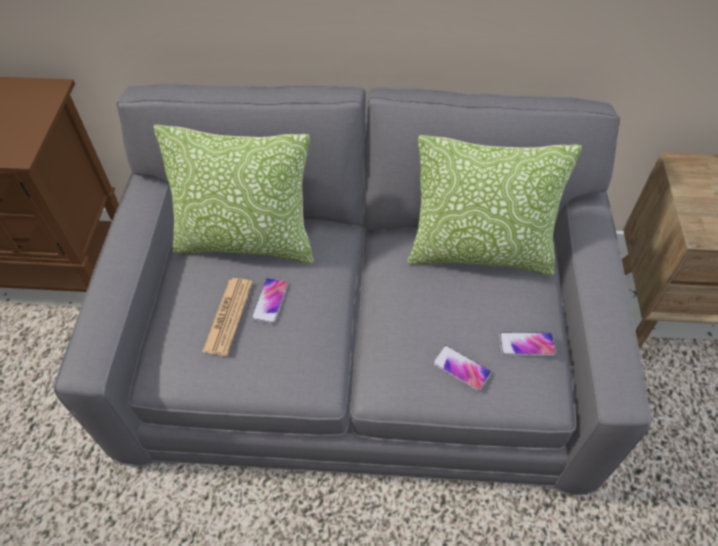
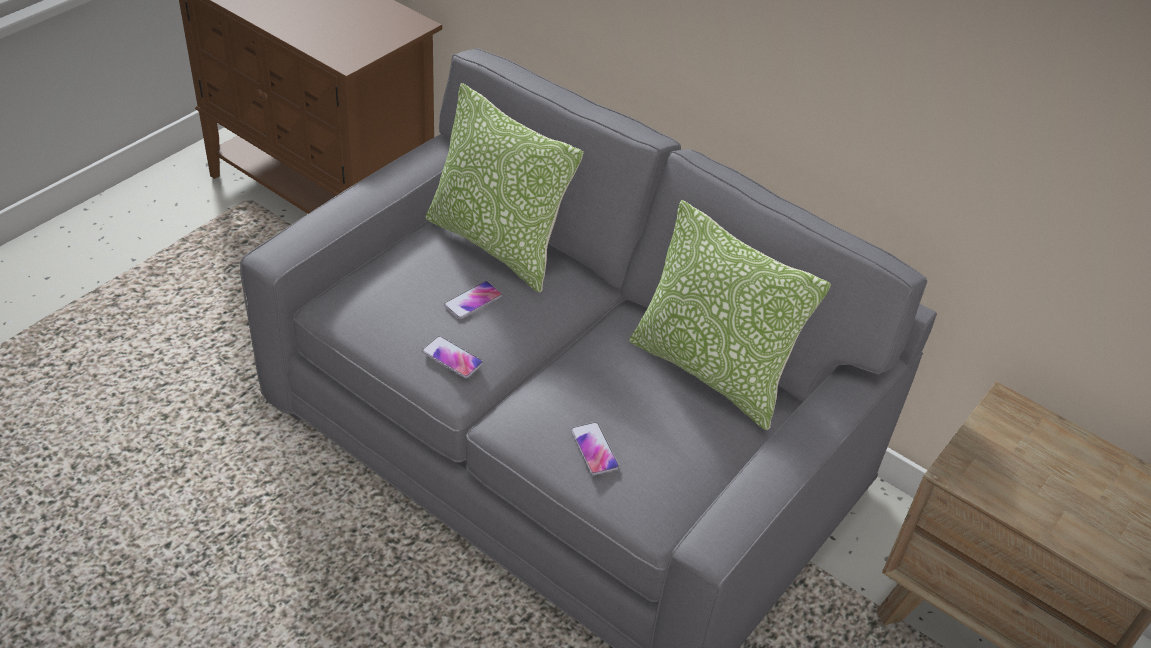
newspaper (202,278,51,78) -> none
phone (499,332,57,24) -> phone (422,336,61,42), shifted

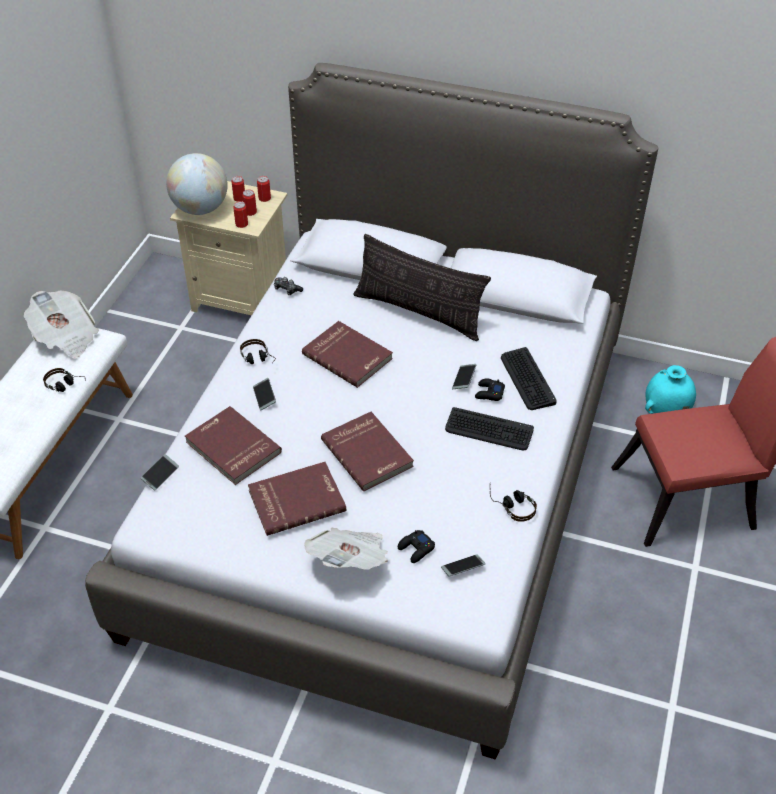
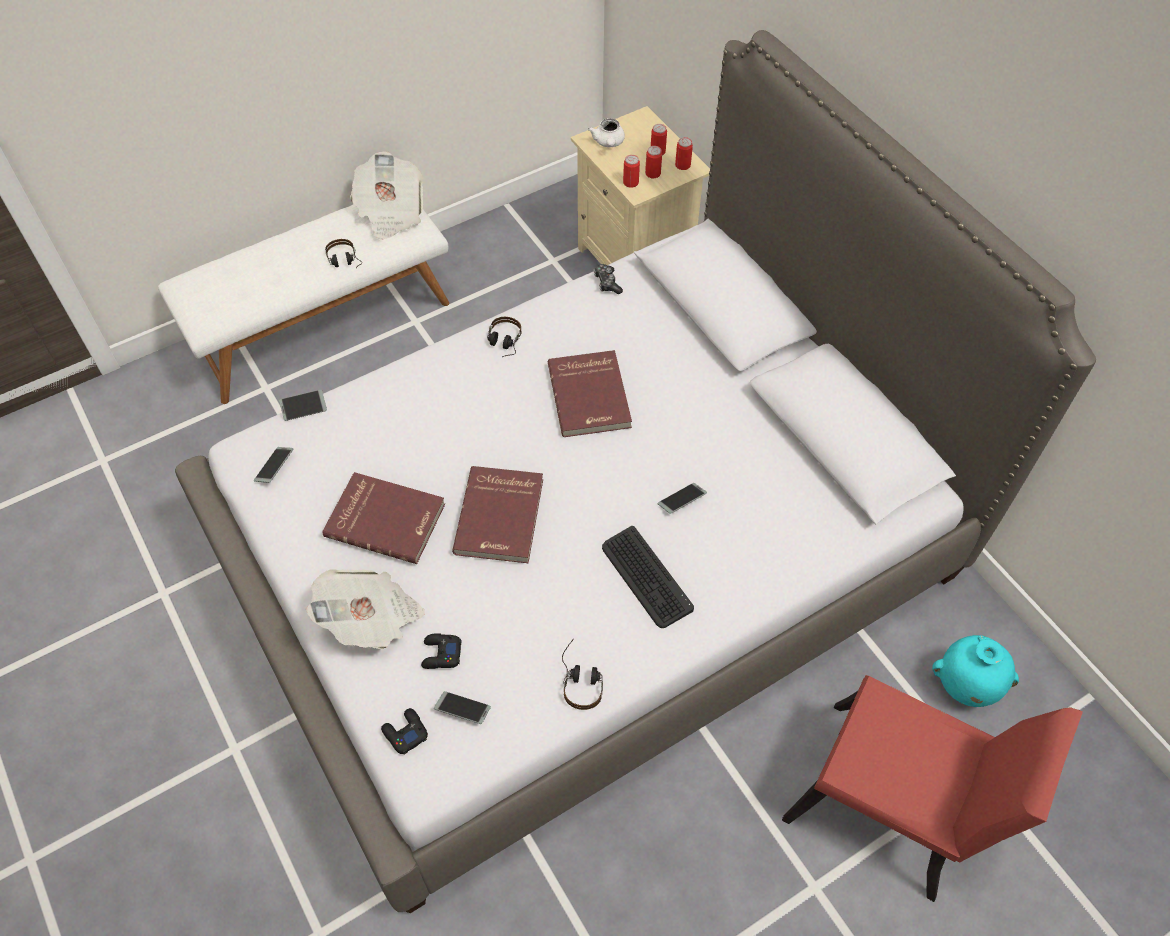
red_book (185,406,97,79) -> none
pillow (354,234,137,107) -> none
keyboard (501,347,56,63) -> none
phone (253,378,23,32) -> phone (254,447,39,36), shifted
black_game_controller (475,378,30,23) -> black_game_controller (381,708,47,47), shifted
globe (166,153,62,62) -> white_teapot (588,118,37,29)

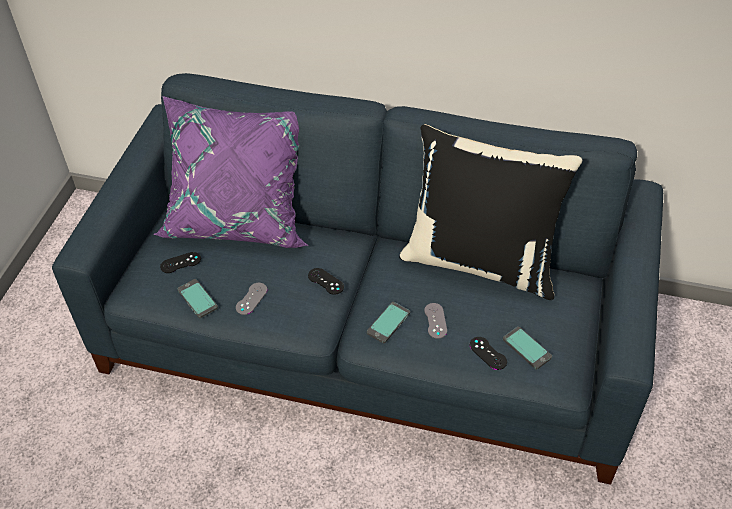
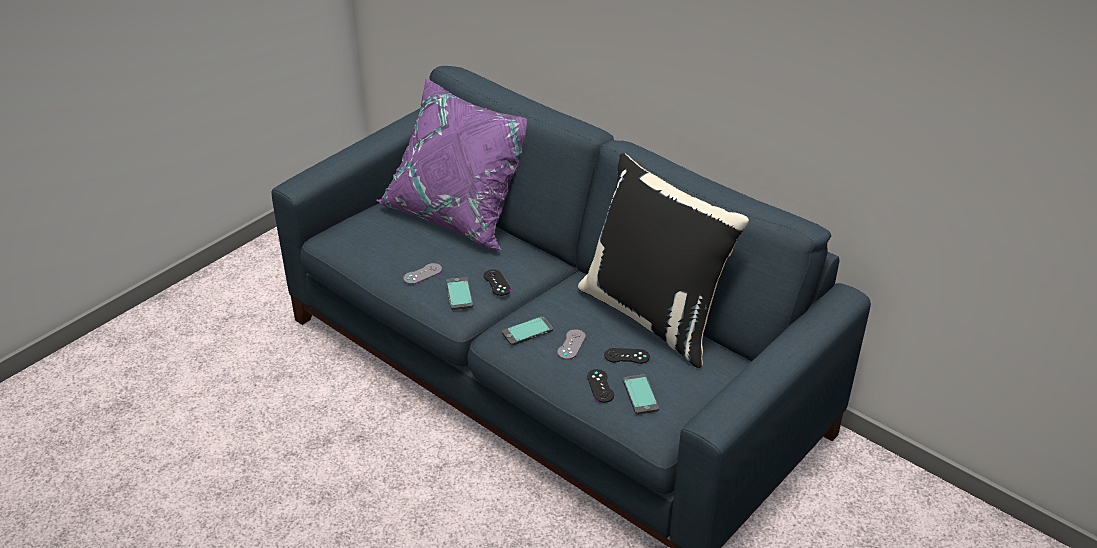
black_game_controller (160,252,41,21) -> black_game_controller (604,348,46,16), shifted
phone (178,279,40,39) -> phone (446,277,27,33), shifted

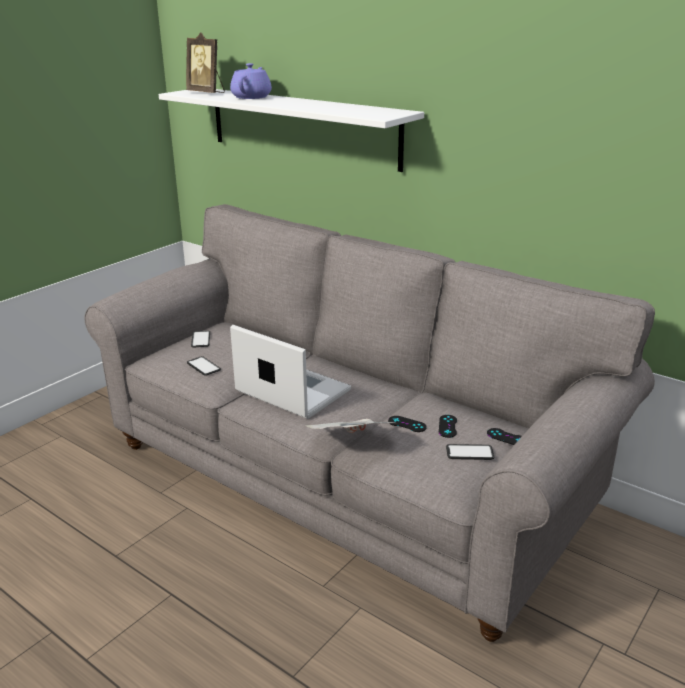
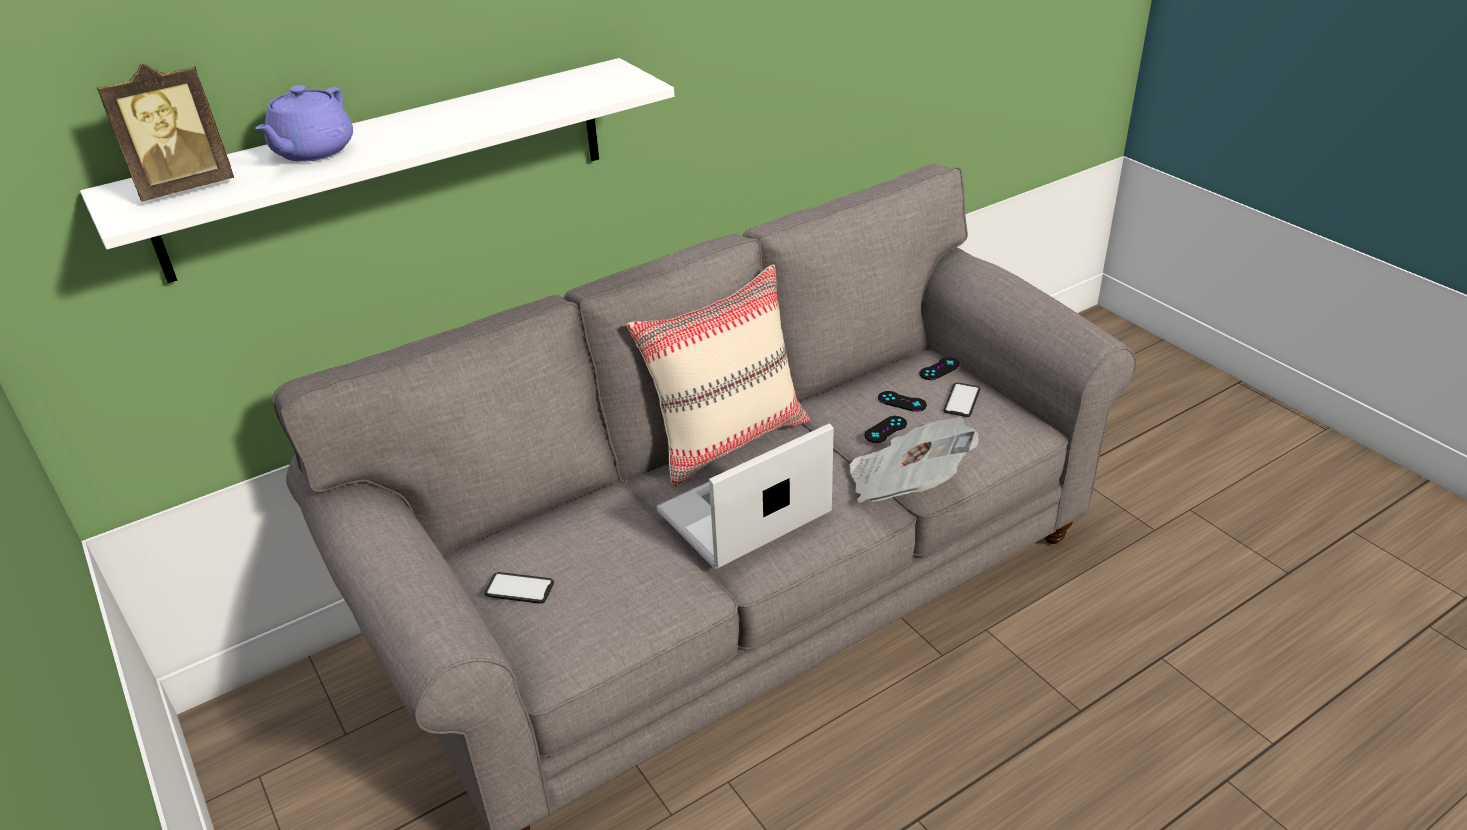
phone (187,356,34,20) -> none
none -> beige_pillow (627,264,183,223)
purple_teapot (230,63,42,36) -> purple_teapot (255,85,98,77), 105 degrees counterclockwise

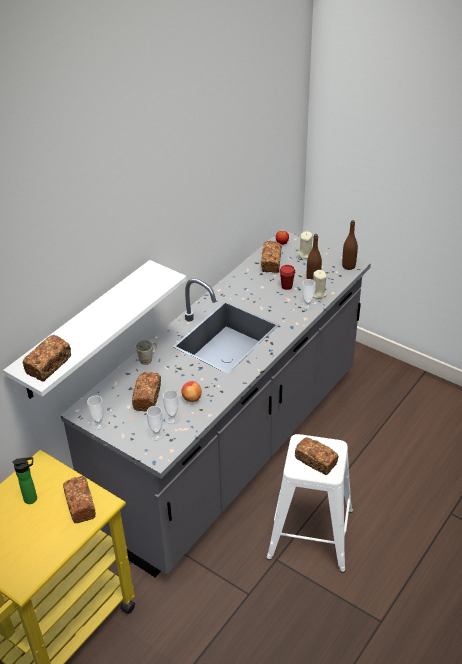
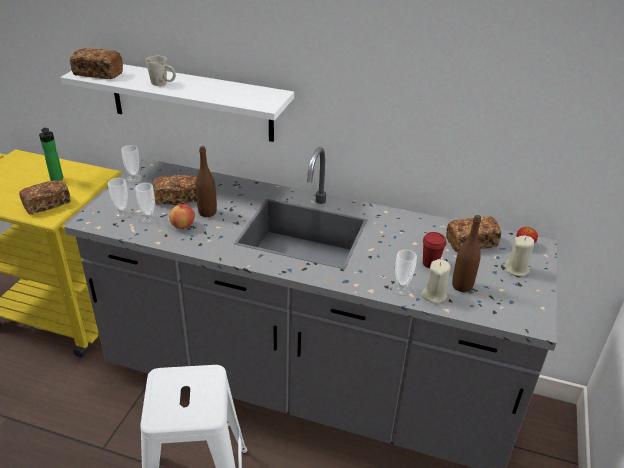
bread (295,437,43,38) -> none
white_mug (136,340,21,25) -> white_mug (145,56,31,30), shifted
brown_bottle (342,220,16,50) -> brown_bottle (196,146,21,71), shifted

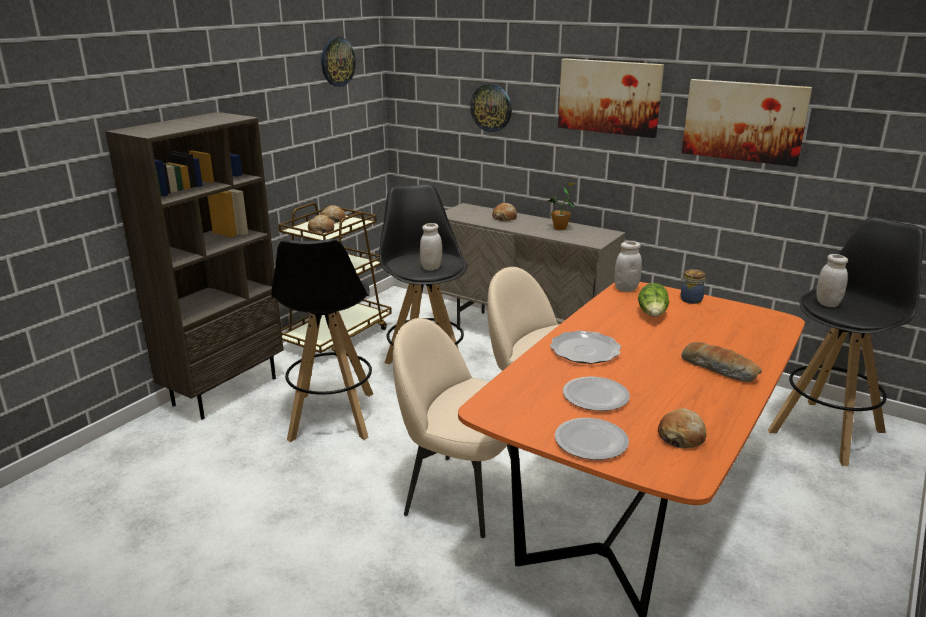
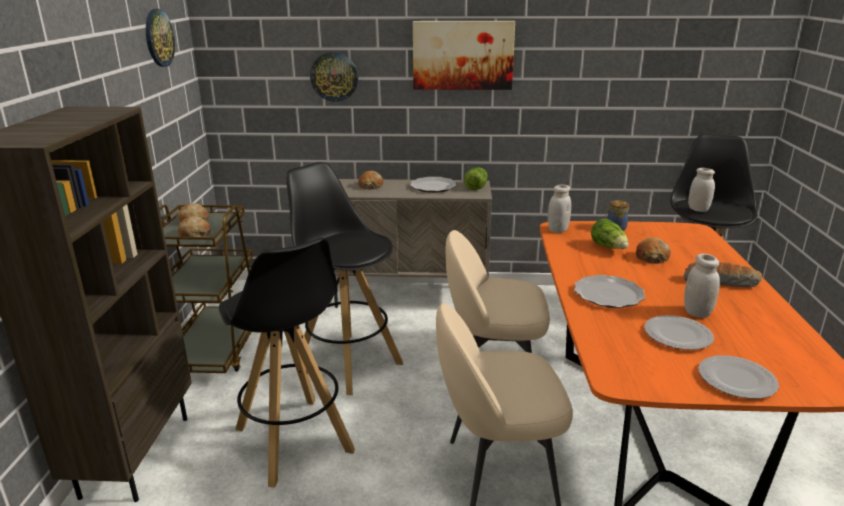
picture (682,79,130,88) -> none
none -> lettuce (464,167,24,23)
white_jar (420,223,22,48) -> white_jar (684,254,36,64), shifted
bread (658,408,48,40) -> bread (636,237,35,27), shifted
potted_plant (548,183,29,47) -> plate (410,177,47,16)

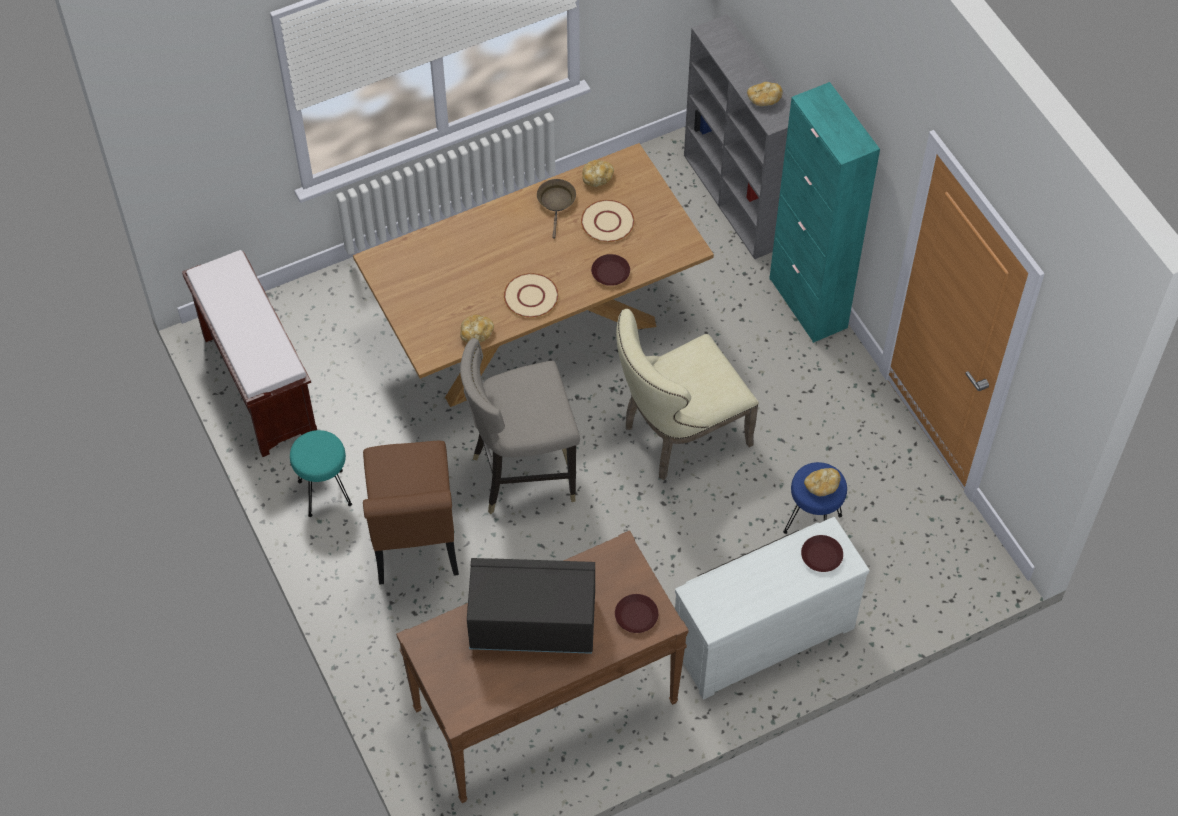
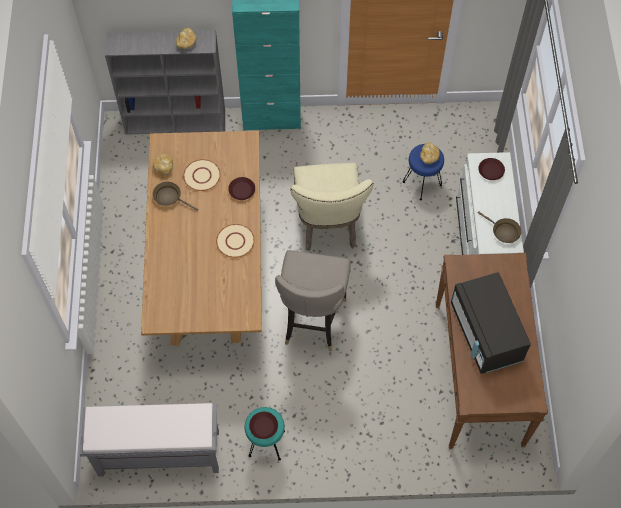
brown_chair (363,441,96,144) -> none
bread (460,315,34,28) -> none
none -> brown_frying_pan (478,211,43,32)
brown_plate (615,594,44,39) -> brown_plate (249,412,29,27), shifted
brown_bench (182,250,135,207) -> grey_bench (80,403,139,74)
black_microwave (467,558,128,96) -> black_microwave (451,272,80,102), 45 degrees counterclockwise

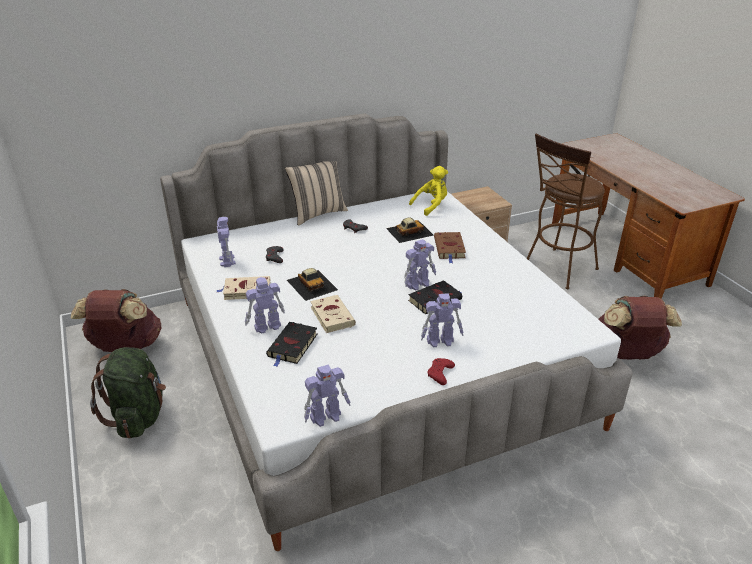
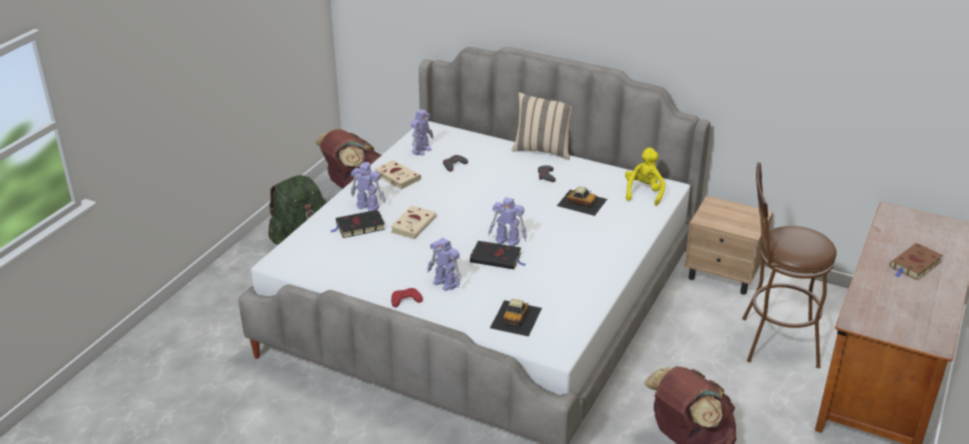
toy_robot (304,364,46,63) -> none
toy_car (287,268,51,33) -> toy_car (490,299,52,38), shifted
brown_book (434,232,32,31) -> brown_book (890,243,53,37), shifted
yellow_plush_toy (409,166,39,50) -> yellow_plush_toy (625,148,40,58), 90 degrees counterclockwise

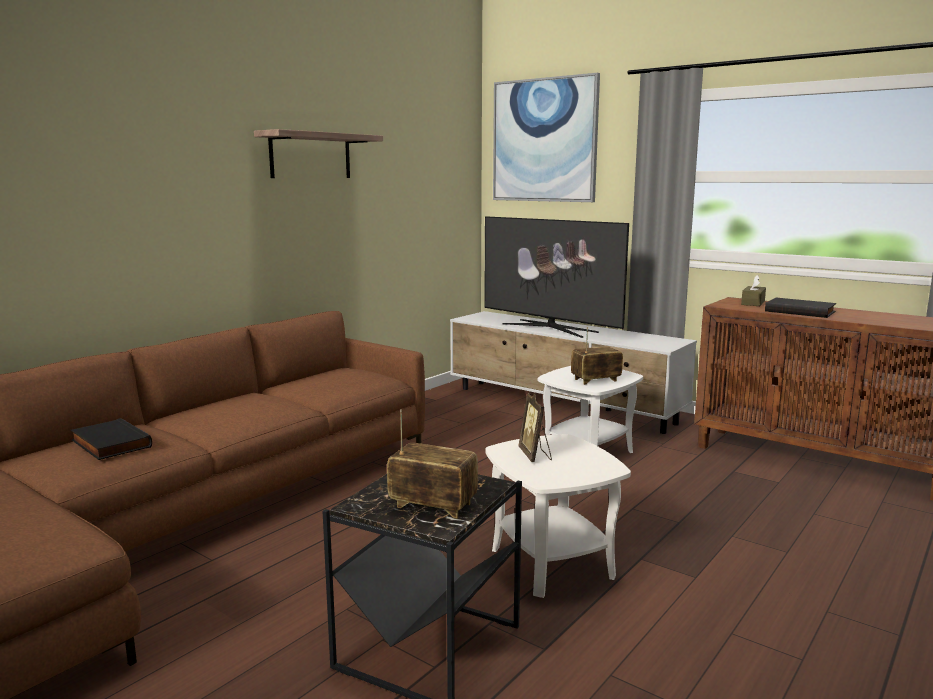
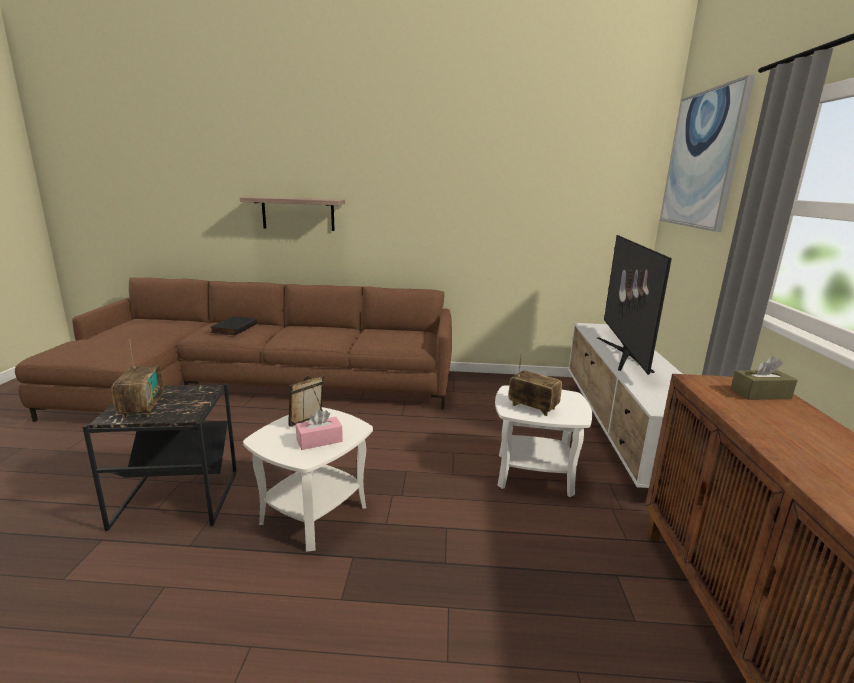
black_book (765,298,71,20) -> none
none -> pink_tissue_box (296,409,47,41)
shelf (254,129,129,49) -> shelf (240,197,105,34), shifted

